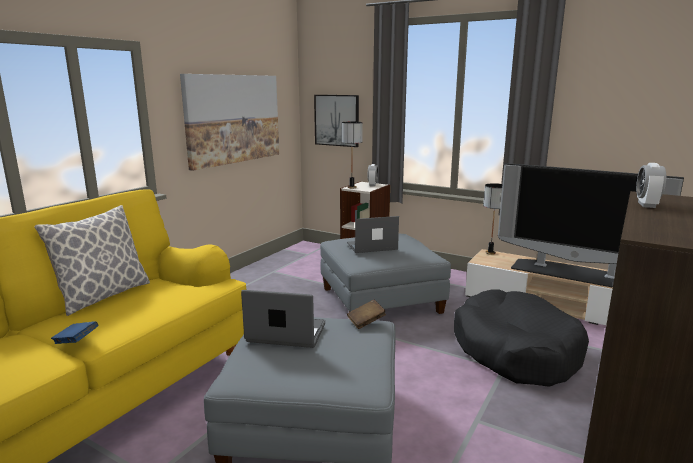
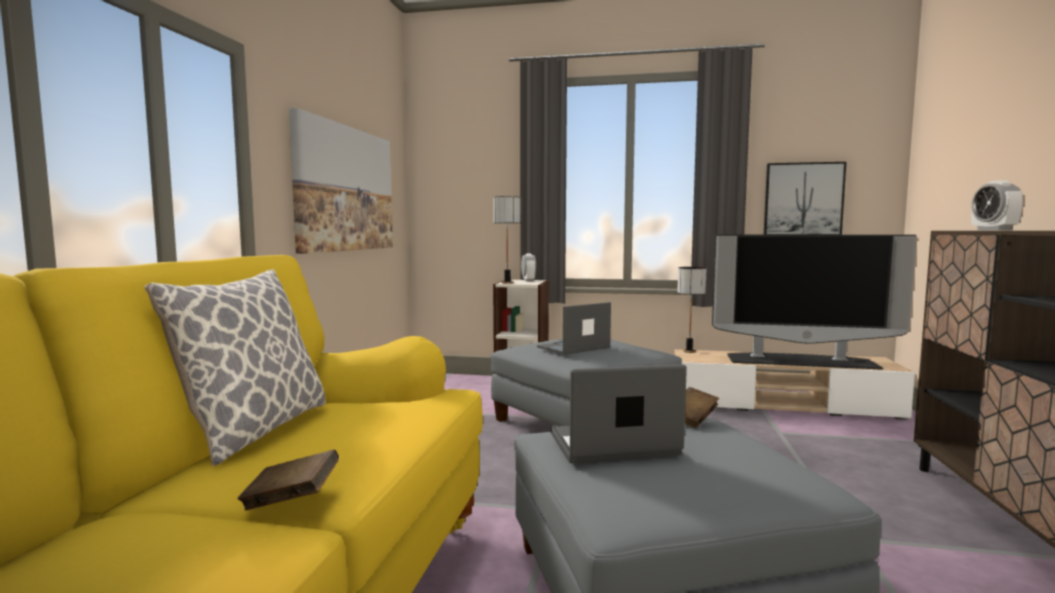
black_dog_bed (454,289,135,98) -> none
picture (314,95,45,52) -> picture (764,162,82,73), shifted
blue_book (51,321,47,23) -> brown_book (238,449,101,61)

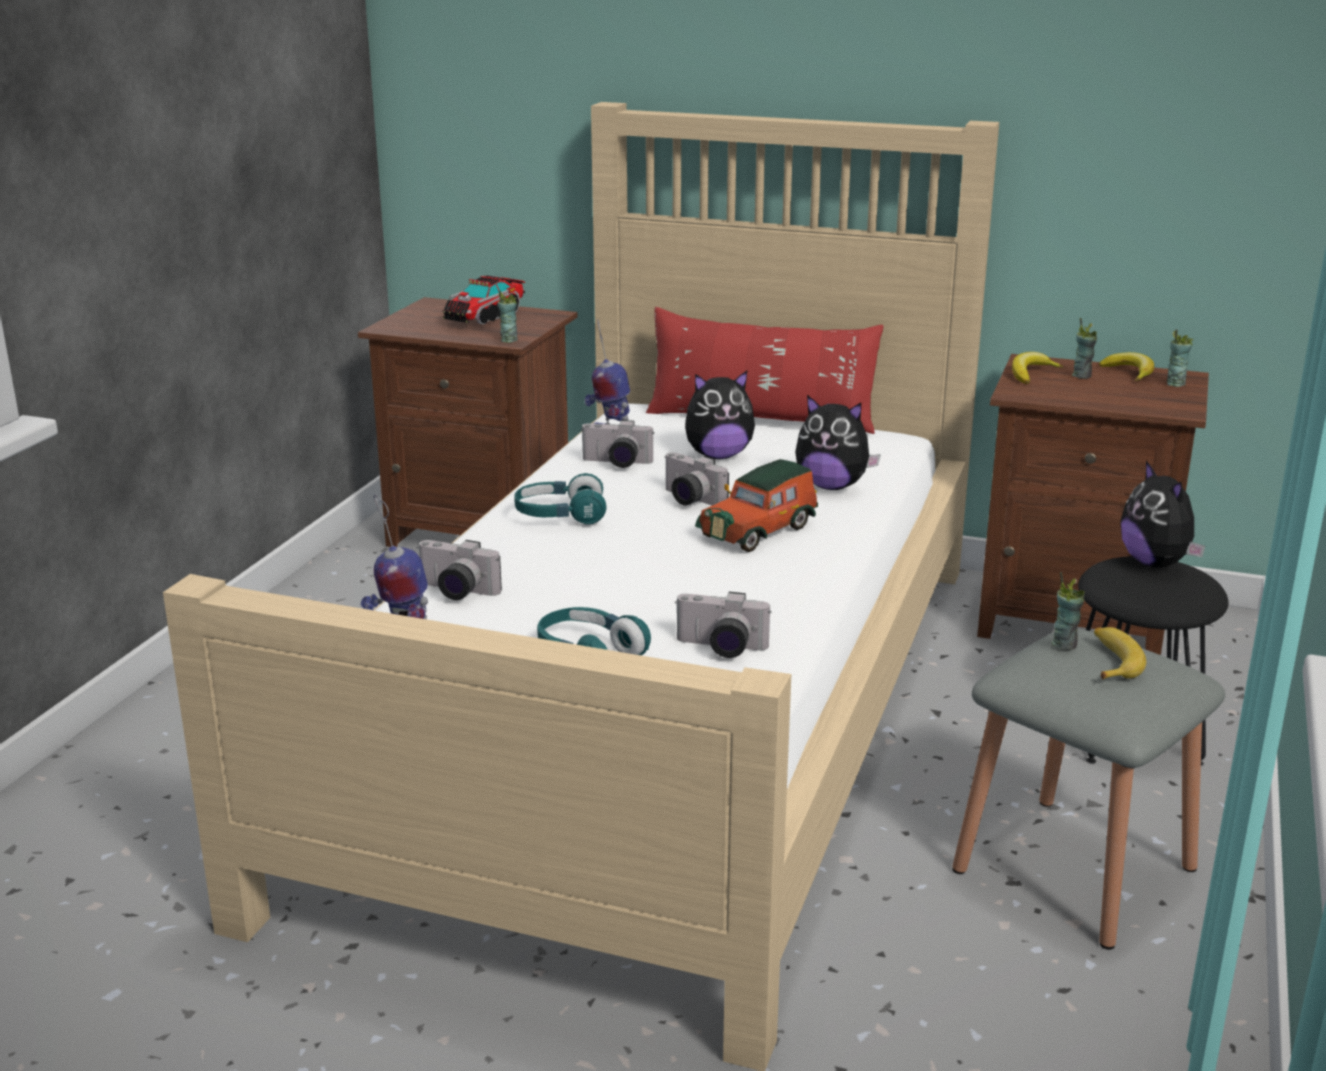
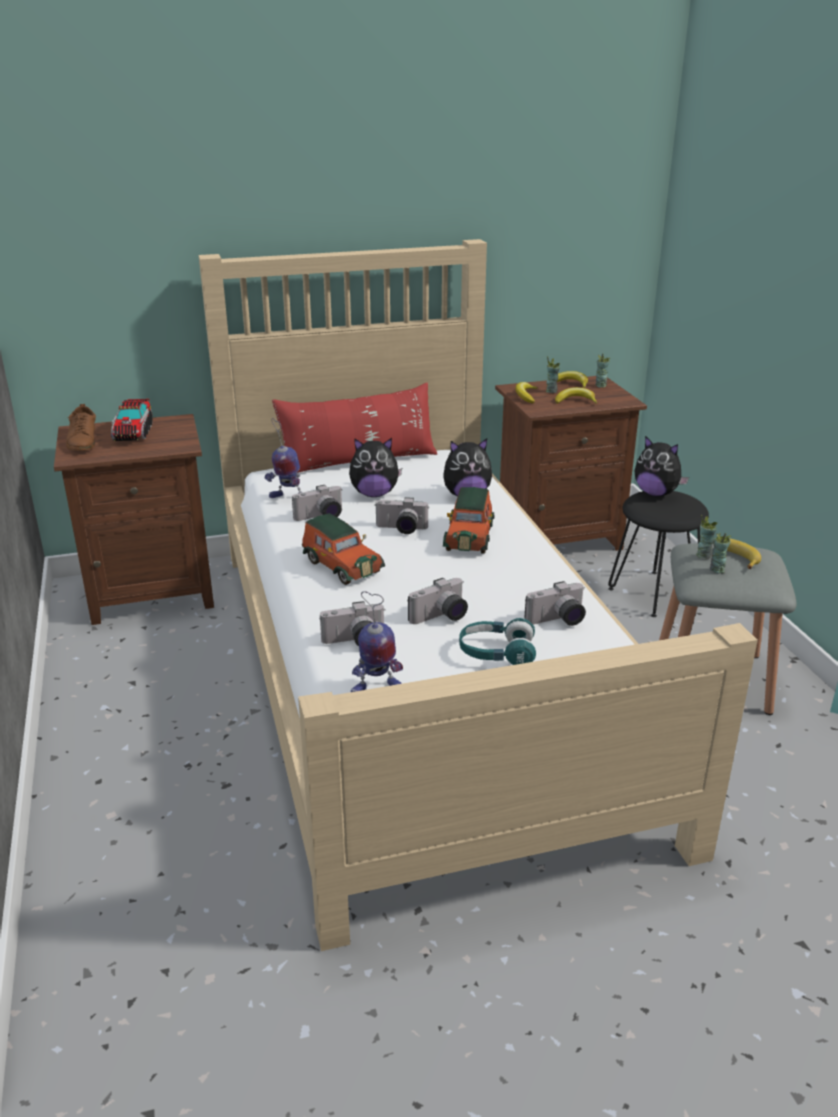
none -> brown_shoe (66,404,30,47)
none -> photo_camera (408,578,60,46)
none -> banana (555,387,42,17)
cup (498,290,20,53) -> cup (710,533,22,41), shifted
turquoise_headphones (514,473,92,52) -> toy_car (302,513,83,72)
plush_toy (685,371,70,88) -> plush_toy (349,438,53,59), 45 degrees clockwise

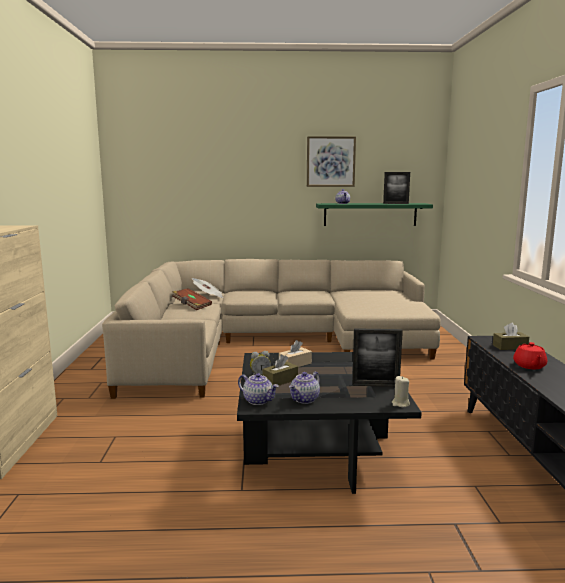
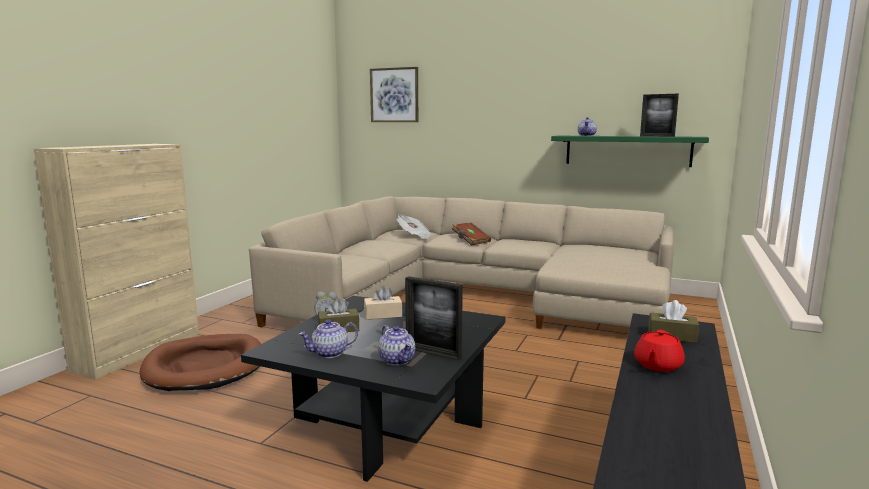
beige_candle (392,376,18,31) -> none
none -> brown_dog_bed (140,334,121,57)
brown_book (172,288,40,22) -> brown_book (452,222,39,24), shifted
teapot (238,373,41,32) -> teapot (378,325,37,41), shifted
picture (307,136,49,51) -> picture (370,67,48,55), shifted

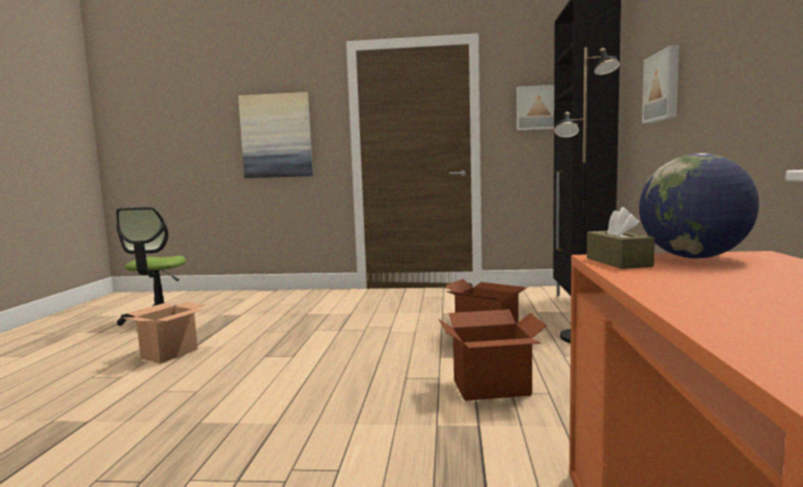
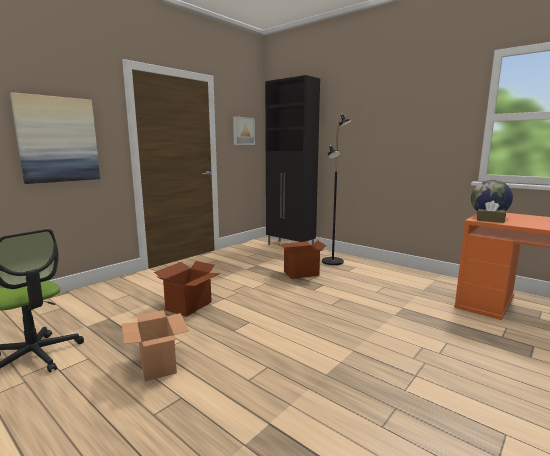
picture (642,45,37,78) -> none
cardboard_box (438,309,109,92) -> cardboard_box (154,261,66,56), shifted

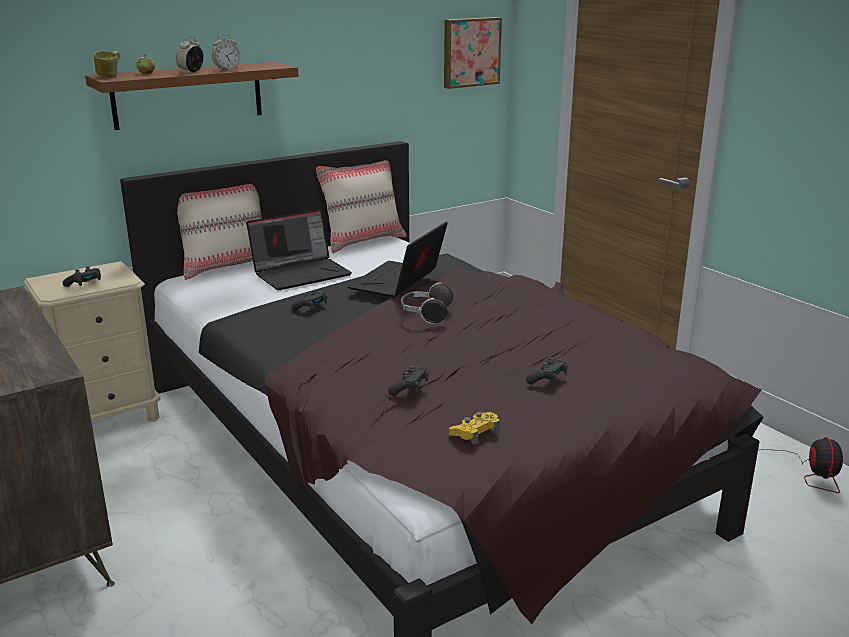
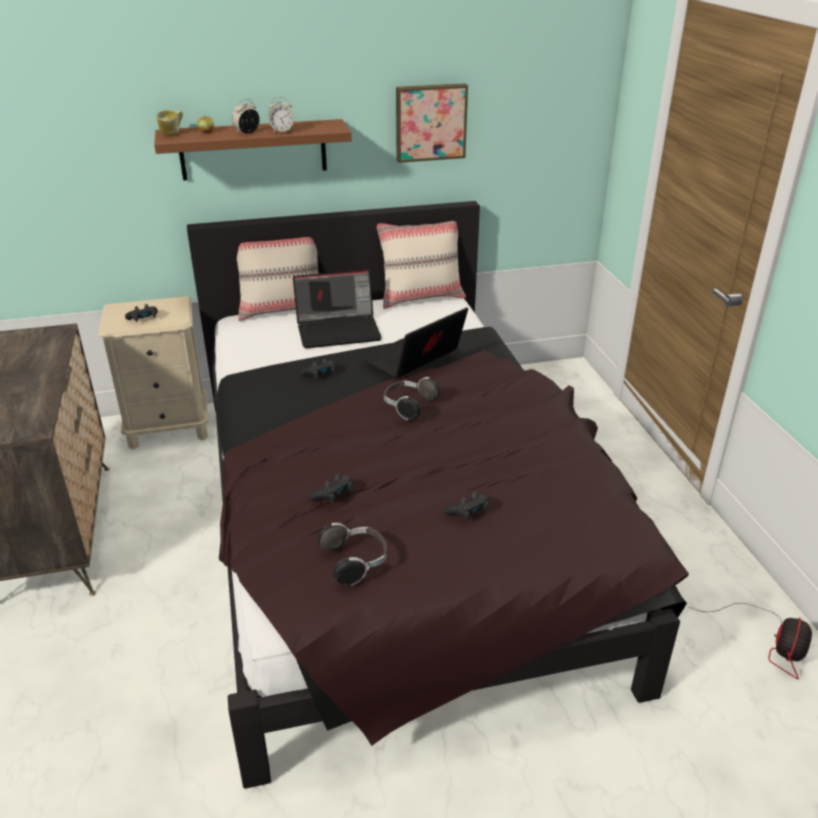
picture (444,17,58,72) -> picture (396,83,72,80), shifted
yellow_game_controller (449,412,51,33) -> headphones (318,523,69,62)

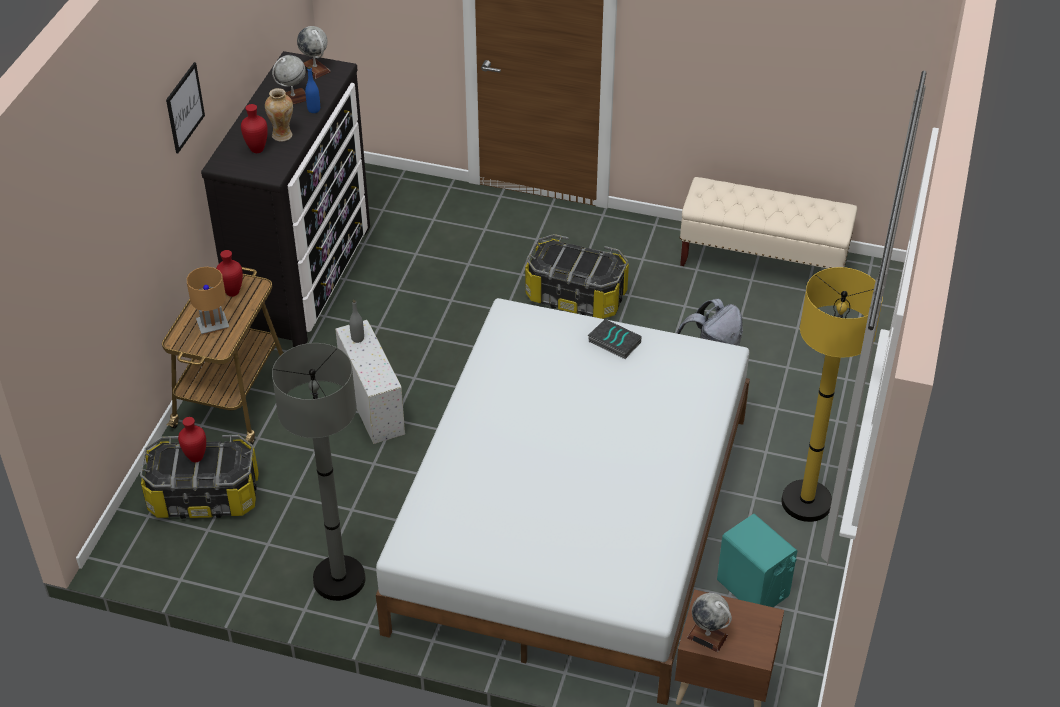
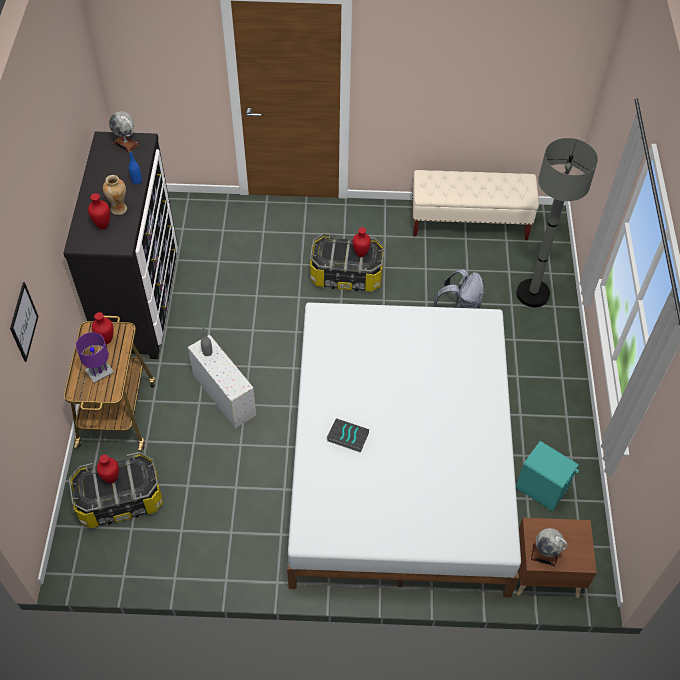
globe (272,55,34,49) -> none
yellow_floor_lamp (781,267,102,255) -> none
none -> red_vase (353,227,18,30)
picture (166,62,39,91) -> picture (10,282,29,80), shifted
grey_floor_lamp (272,343,94,258) -> grey_floor_lamp (516,138,82,169), shifted
book (588,319,54,40) -> book (326,418,43,35), shifted
brown_table_lamp (187,267,42,68) -> purple_table_lamp (76,332,38,51)

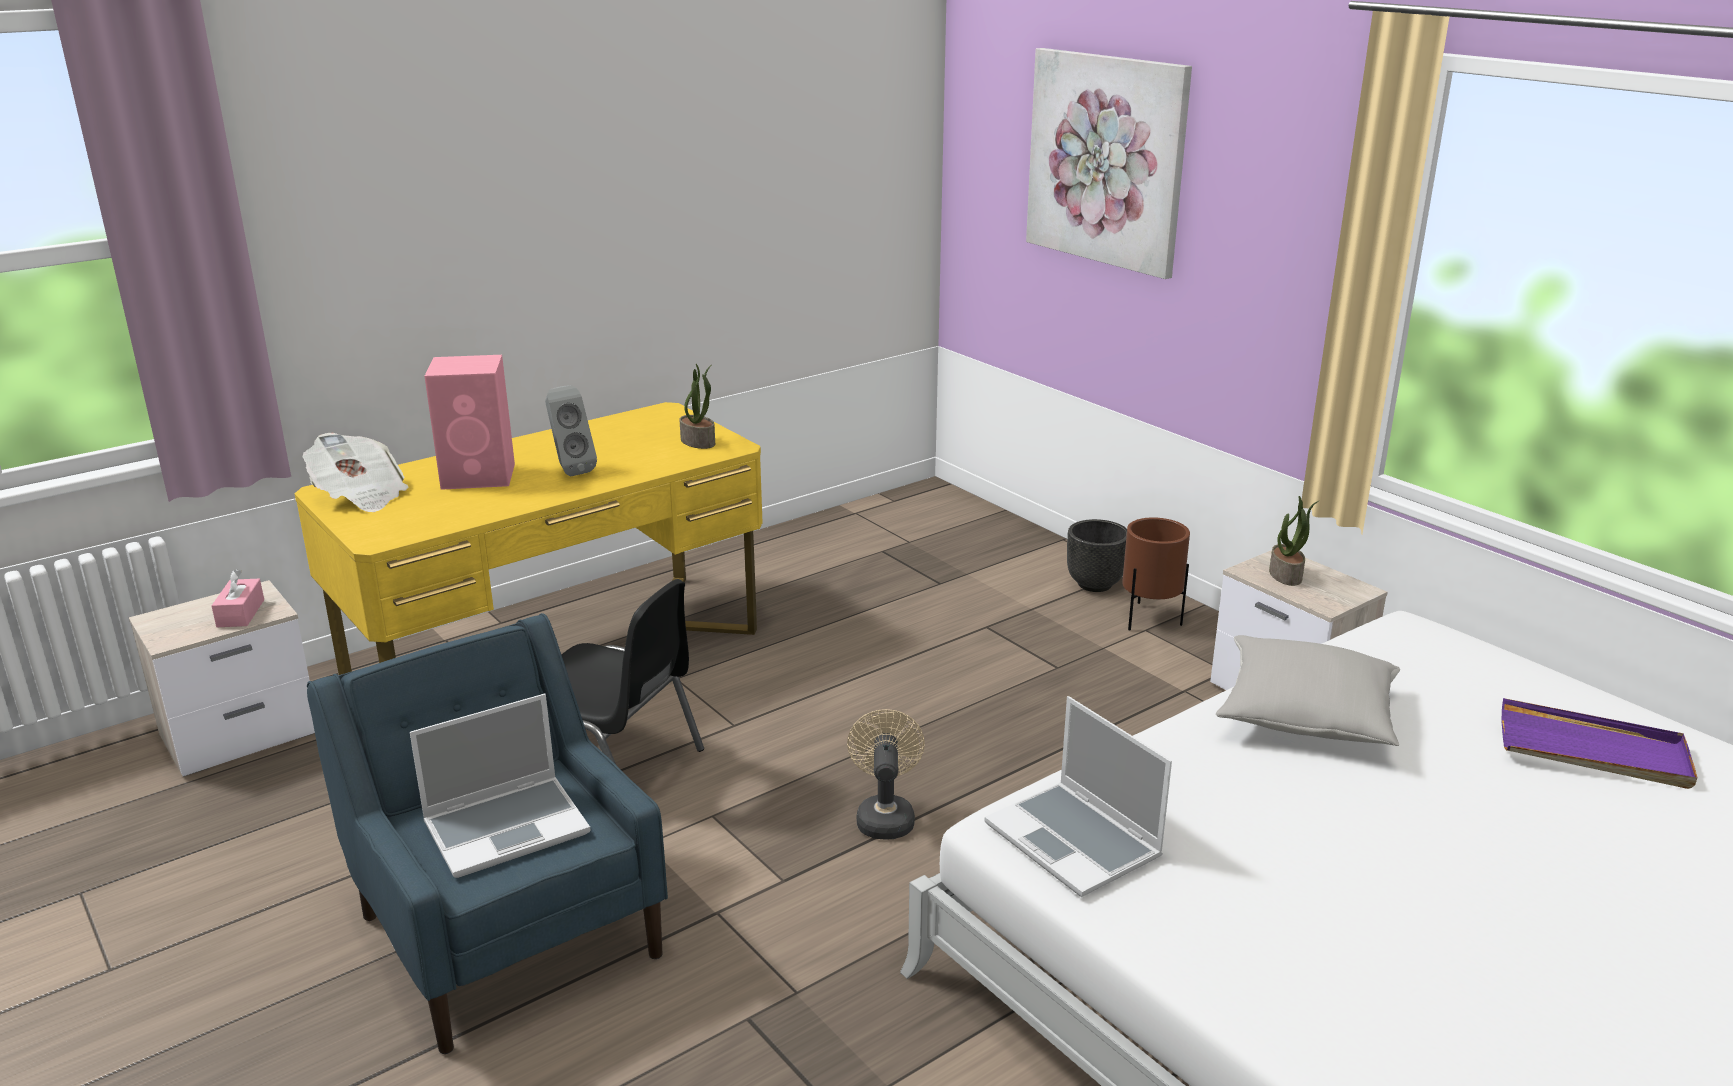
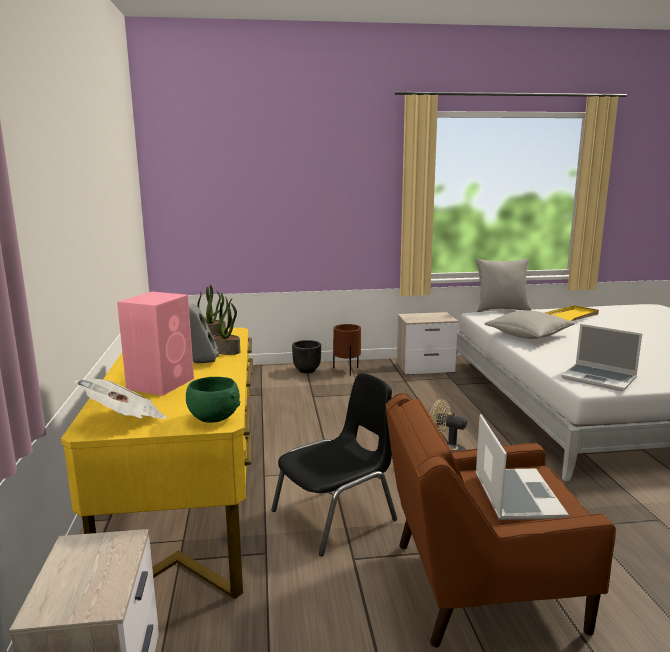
pink_tissue_box (211,569,53,58) -> none
picture (1026,48,166,231) -> none
none -> green_bowl (186,377,55,46)
none -> grey_pillow (476,259,55,53)
potted_plant (1269,496,51,90) -> potted_plant (213,297,27,58), shifted
blue_armchair (307,613,361,441) -> brown_armchair (386,393,230,255)
purple_tray (1501,698,196,91) -> yellow_tray (545,305,54,16)
laptop (985,696,187,201) -> laptop (561,324,81,67), 45 degrees clockwise

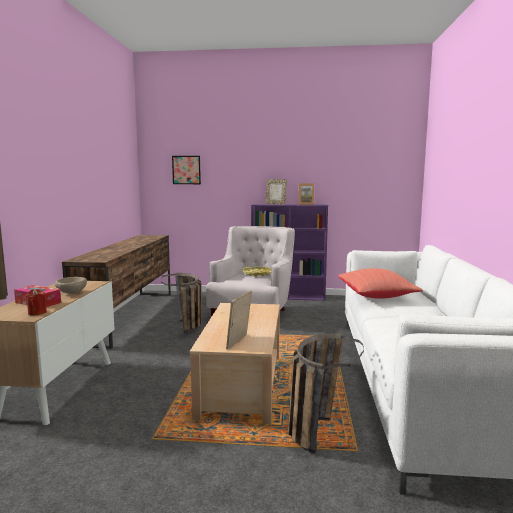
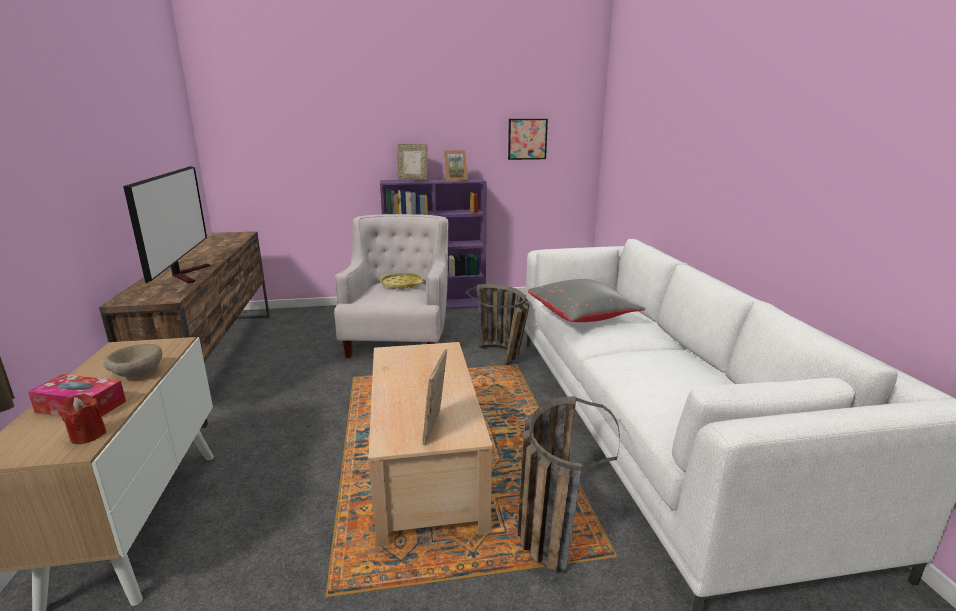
none -> television (123,166,88,118)
basket (161,273,41,60) -> basket (466,284,64,81), shifted
picture (172,156,29,28) -> picture (508,119,40,41), shifted
red_pillow (338,268,85,31) -> grey_pillow (528,279,117,43)

